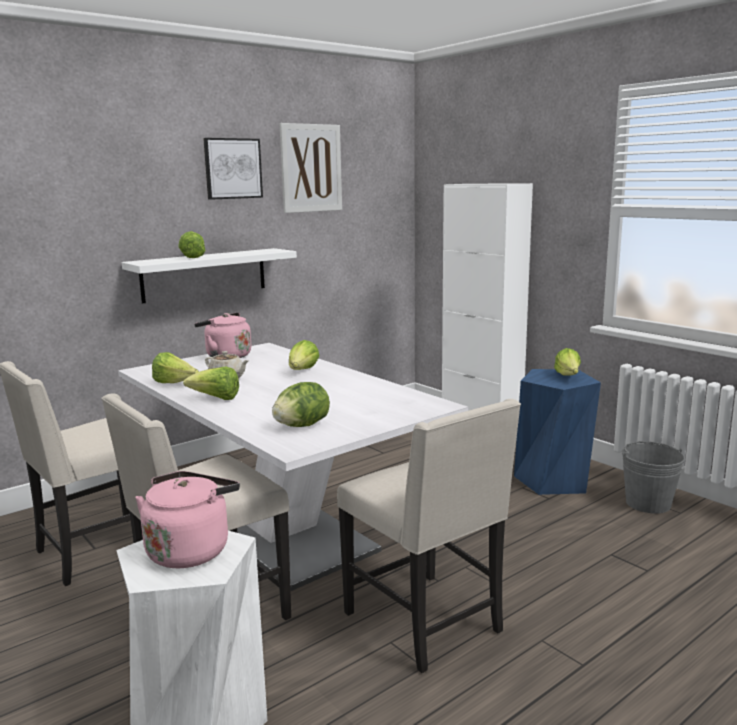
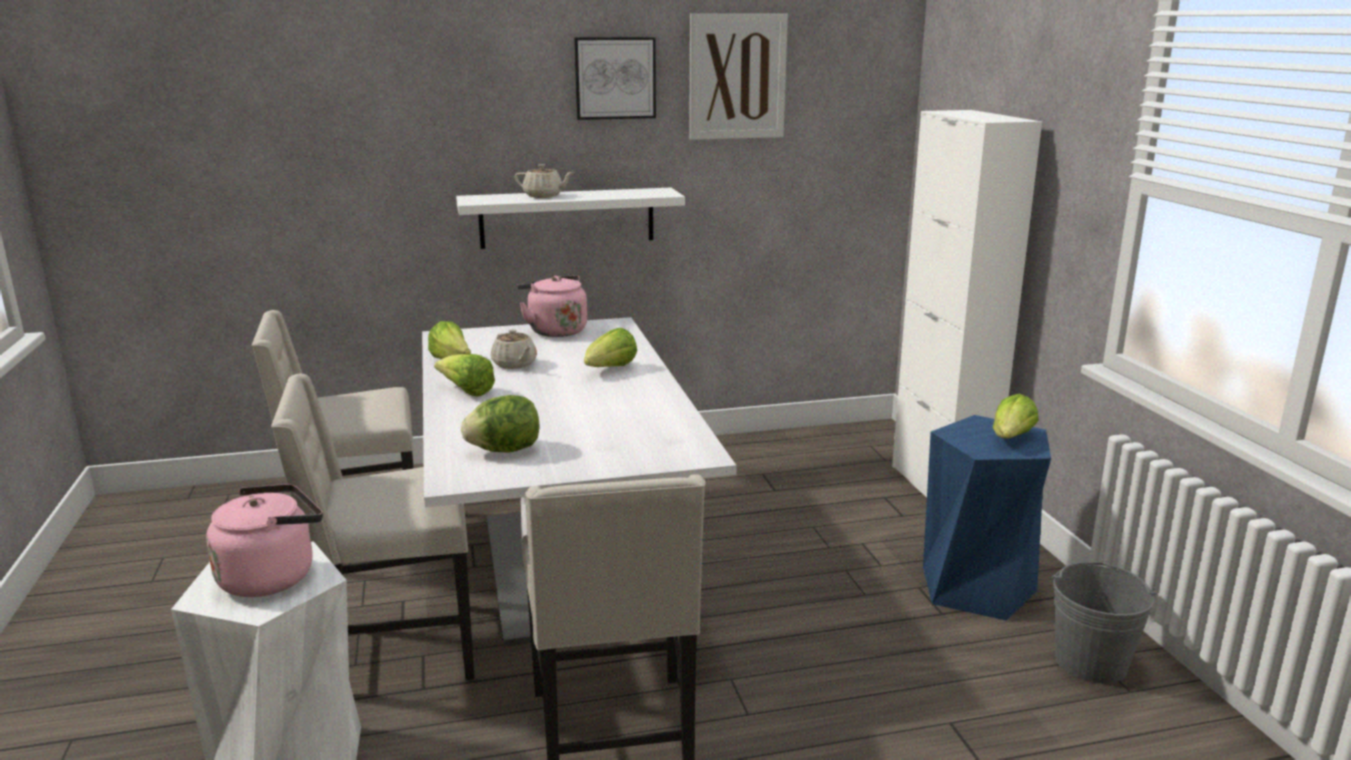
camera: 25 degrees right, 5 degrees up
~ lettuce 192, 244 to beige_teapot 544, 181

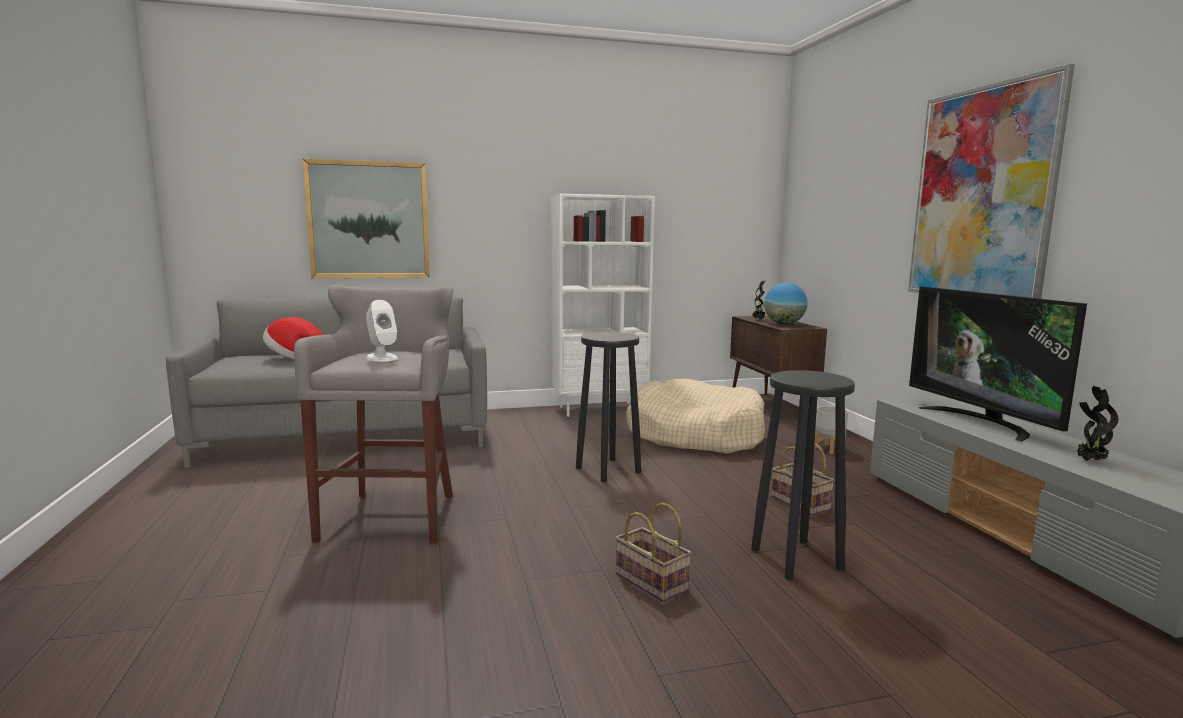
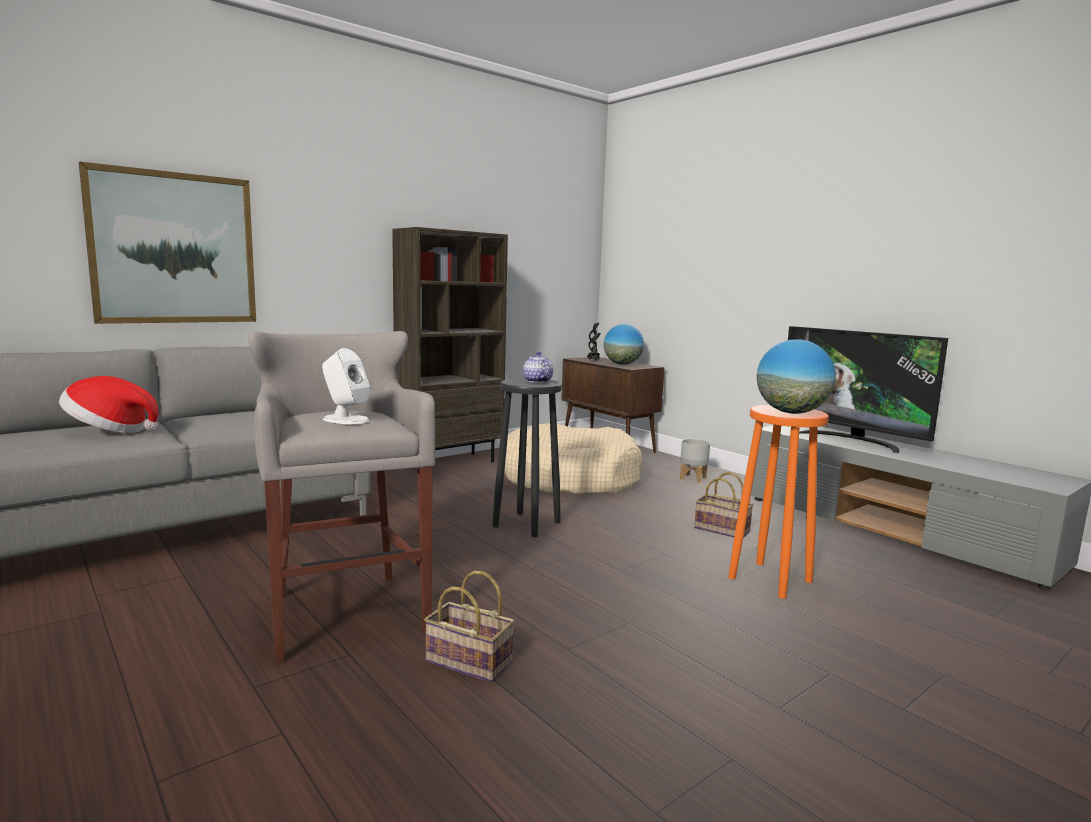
camera: 25 degrees left, 0 degrees up
~ white_bookcase 603, 305 to brown_bookcase 450, 344
~ basket 653, 552 to 469, 627
~ black_stool 803, 475 to orange_stool 778, 502
- picture 991, 181
- potted_plant 1097, 424
+ teapot 538, 367
+ globe 796, 376

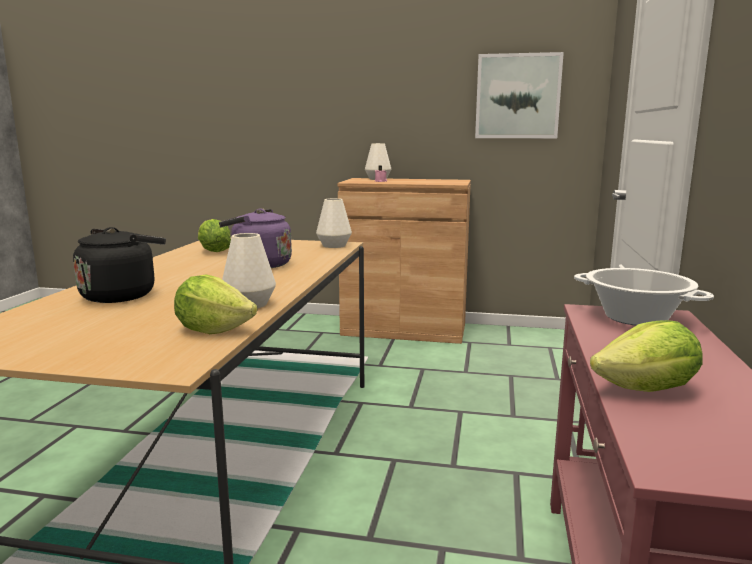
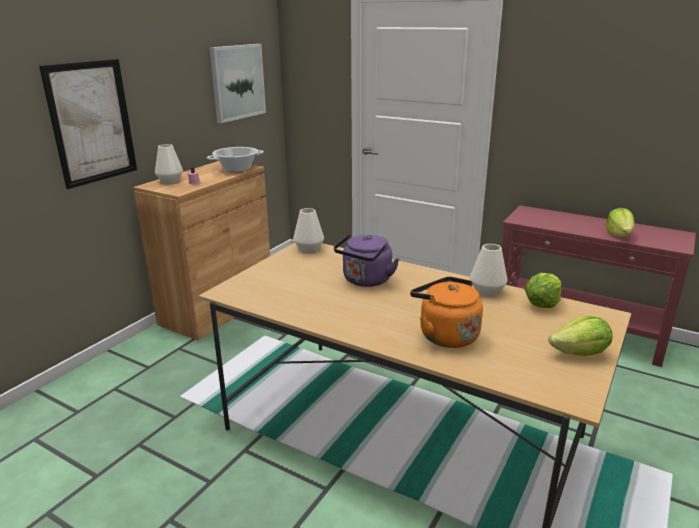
camera: 70 degrees left, 10 degrees up
~ black_kettle 119, 265 to orange_kettle 446, 312
~ lettuce 214, 235 to 580, 336
~ cooking_pot 644, 297 to 235, 159
+ picture 88, 124

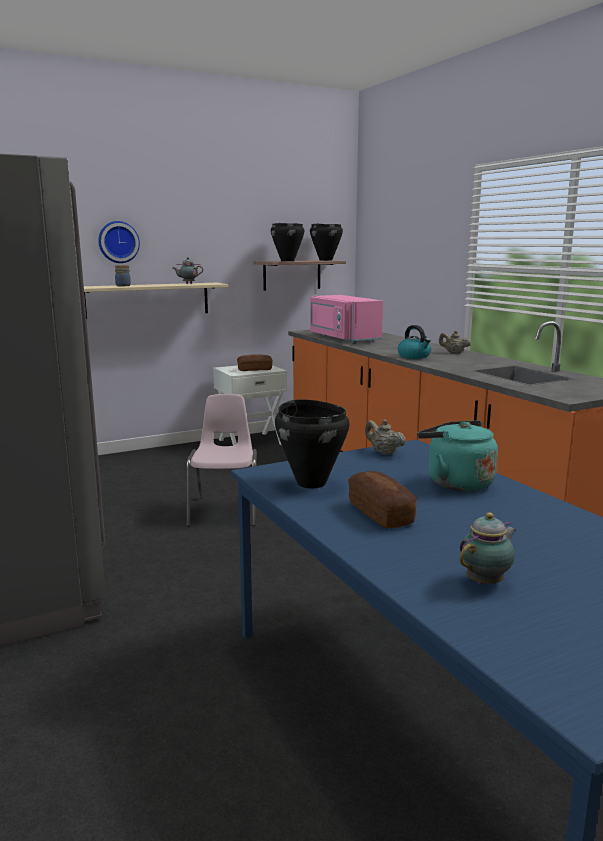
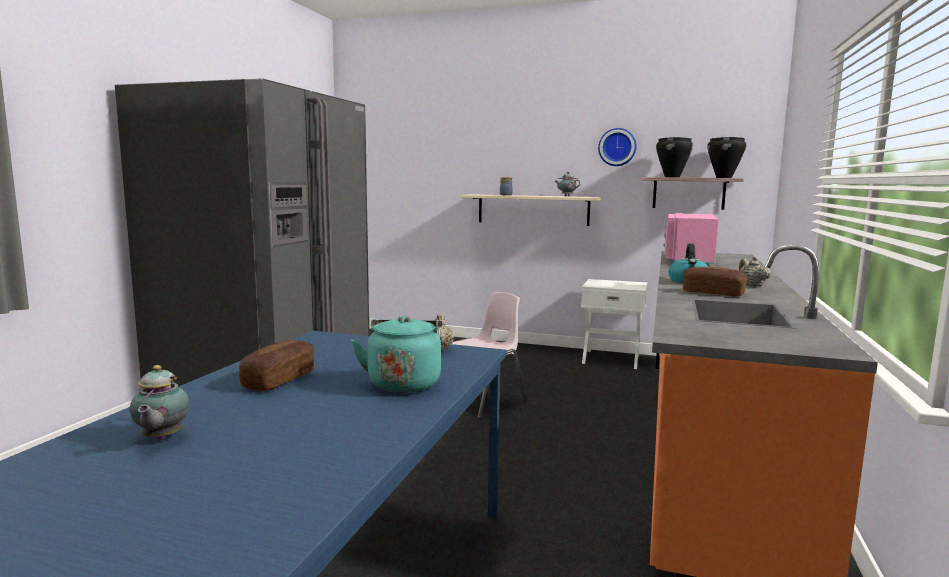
camera: 45 degrees right, 5 degrees down
~ wall_clock 119, 242 to 617, 147
~ bread 255, 362 to 715, 281
- black_cooking_pot 312, 444
~ teapot 488, 548 = 160, 402 75 degrees clockwise

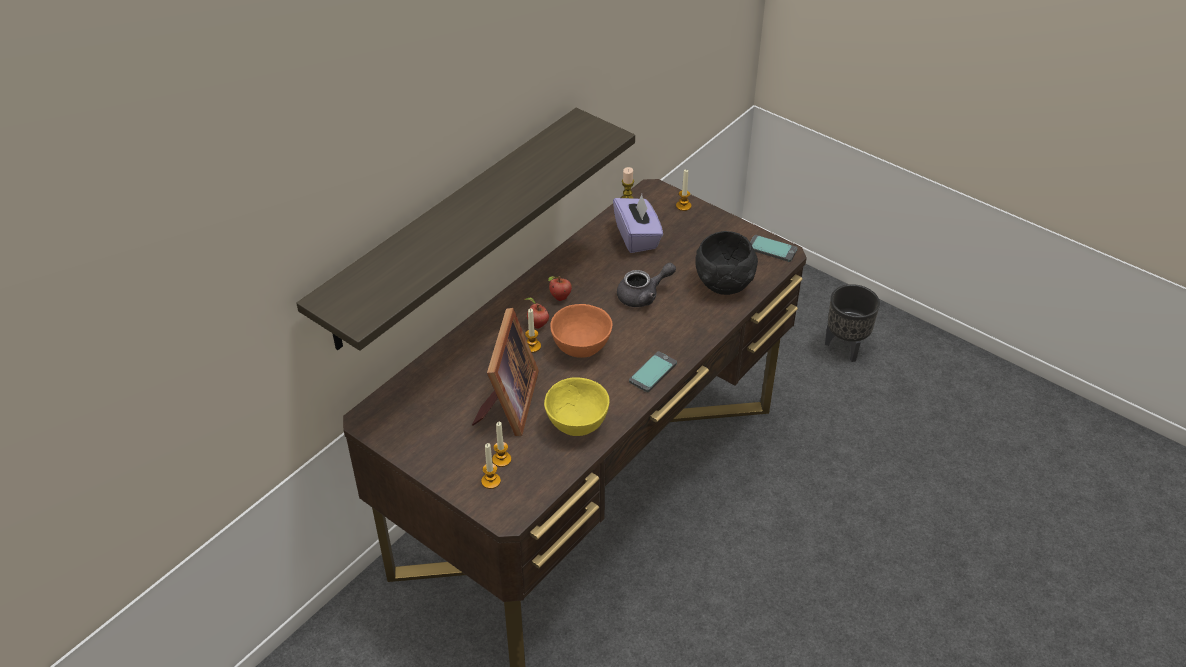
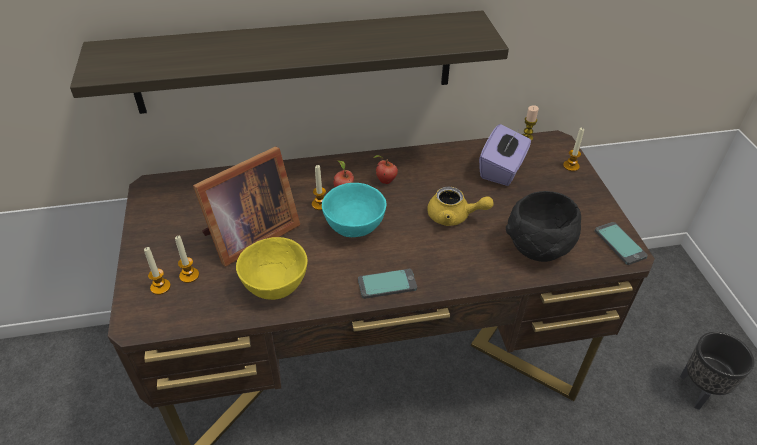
camera: 40 degrees right, 0 degrees up
~ orange_bowl 581, 331 to turquoise_bowl 354, 210
~ grey_teapot 646, 285 to yellow_teapot 460, 206

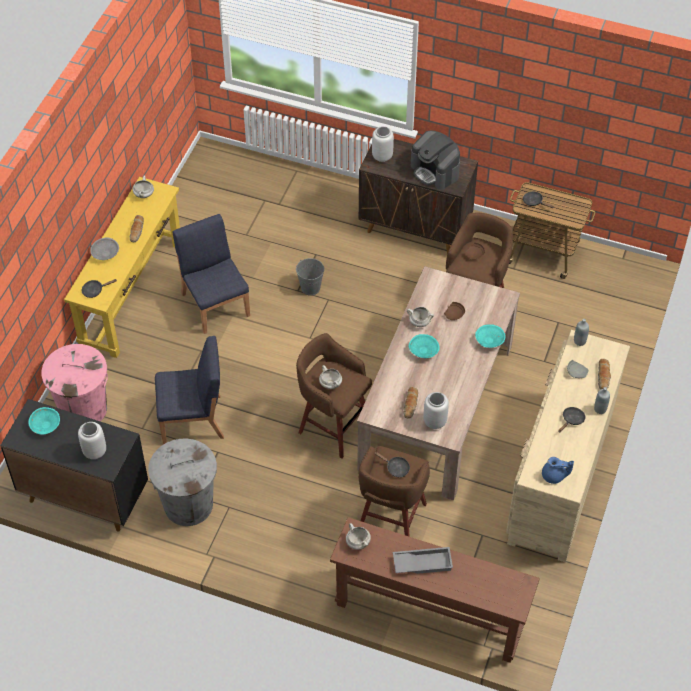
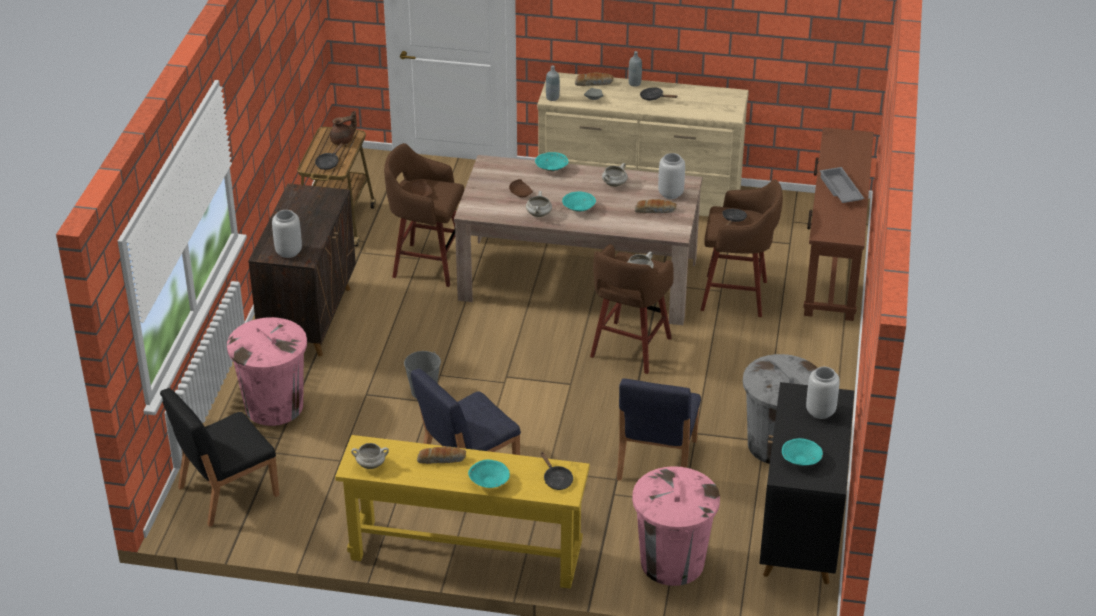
camera: 100 degrees left, 15 degrees down
~ grey_bowl 104, 249 to turquoise_bowl 489, 474
~ blue_chair 189, 390 = 659, 429 150 degrees counterclockwise
~ white_cooking_pot 358, 536 to 615, 175
- coffee_machine 435, 160
- blue_teapot 558, 470
+ black_chair 219, 457
+ pink_trash_can 267, 371
+ brown_teapot 343, 128

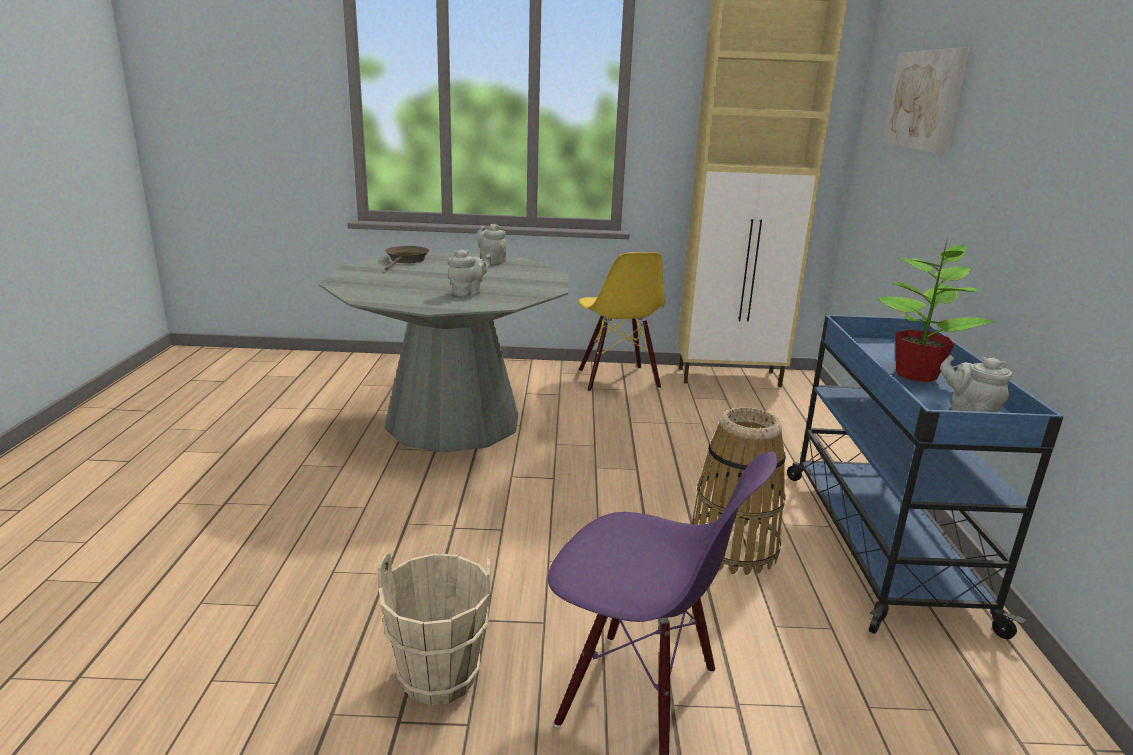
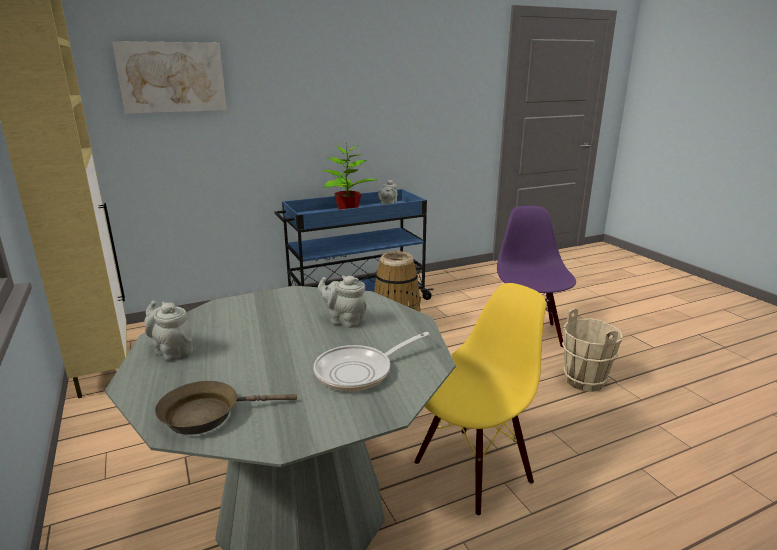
camera: 115 degrees left, 0 degrees up
~ grey_teapot 491, 244 = 169, 330 105 degrees clockwise
~ yellow_chair 621, 322 to 480, 400
+ frying_pan 372, 361

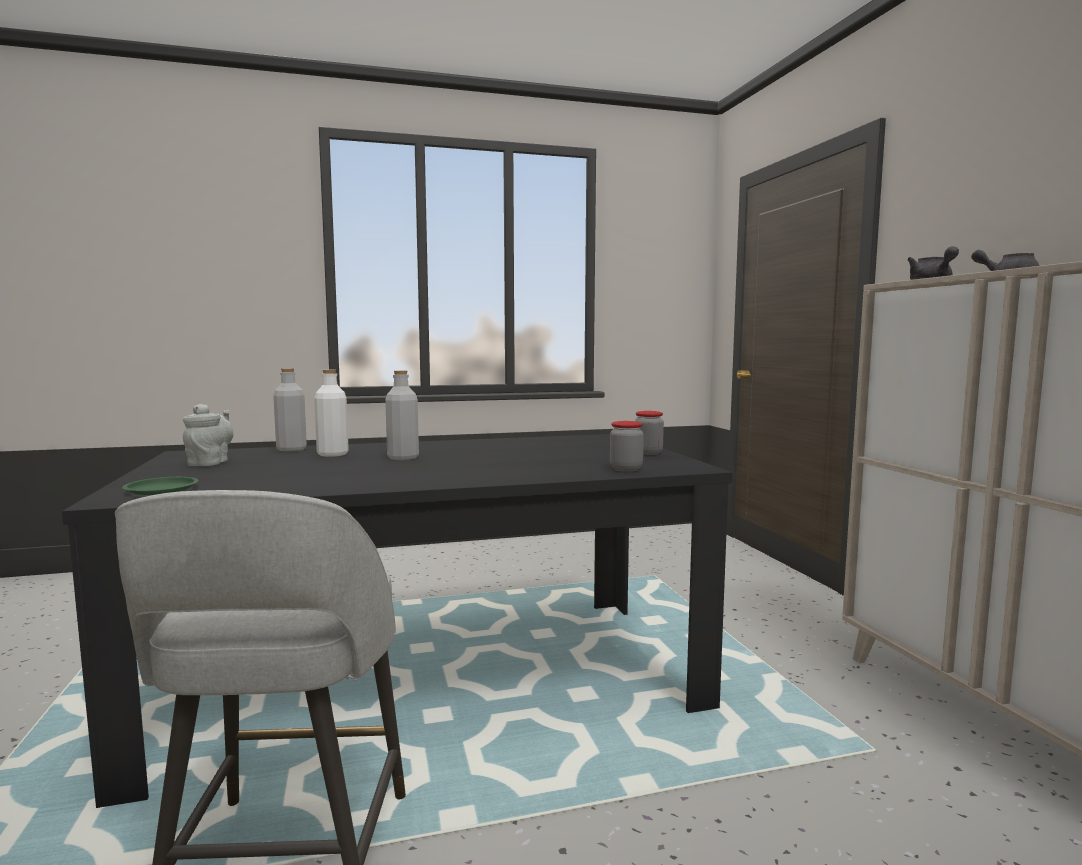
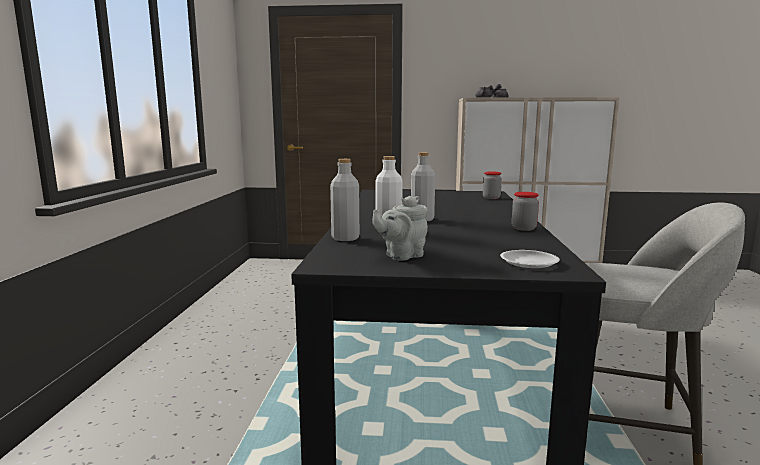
camera: 70 degrees left, 5 degrees up
~ green_plate 160, 486 to white_plate 530, 259
~ grey_teapot 208, 435 = 400, 228 60 degrees counterclockwise
~ jar 649, 433 to 525, 211

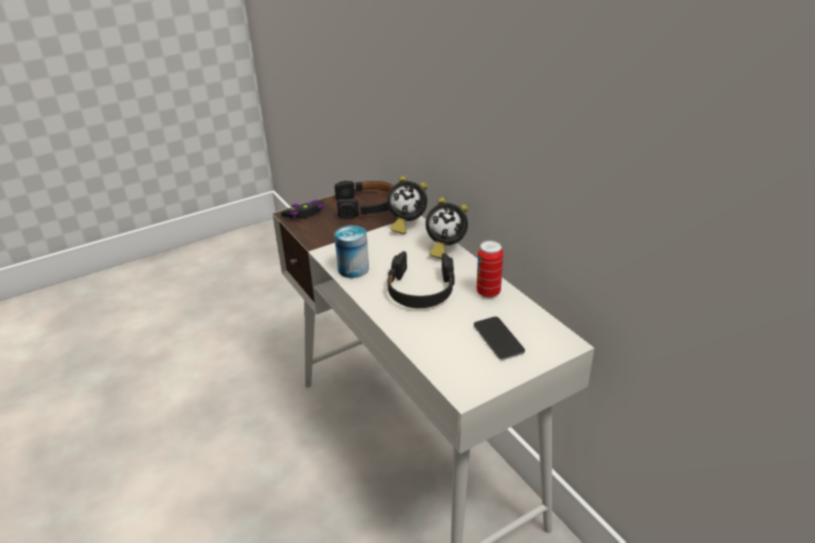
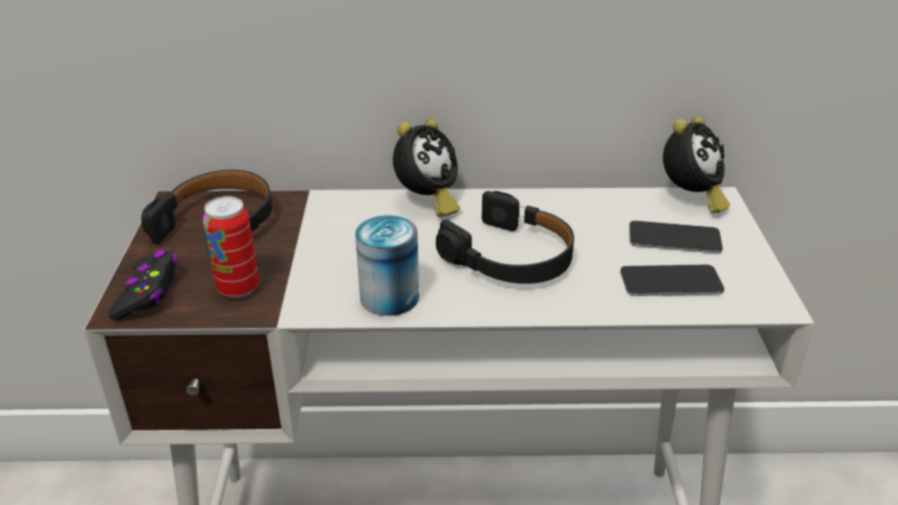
camera: 60 degrees left, 0 degrees up
~ alarm_clock 407, 205 to 696, 165
~ can 490, 269 to 231, 247
+ phone 672, 280

